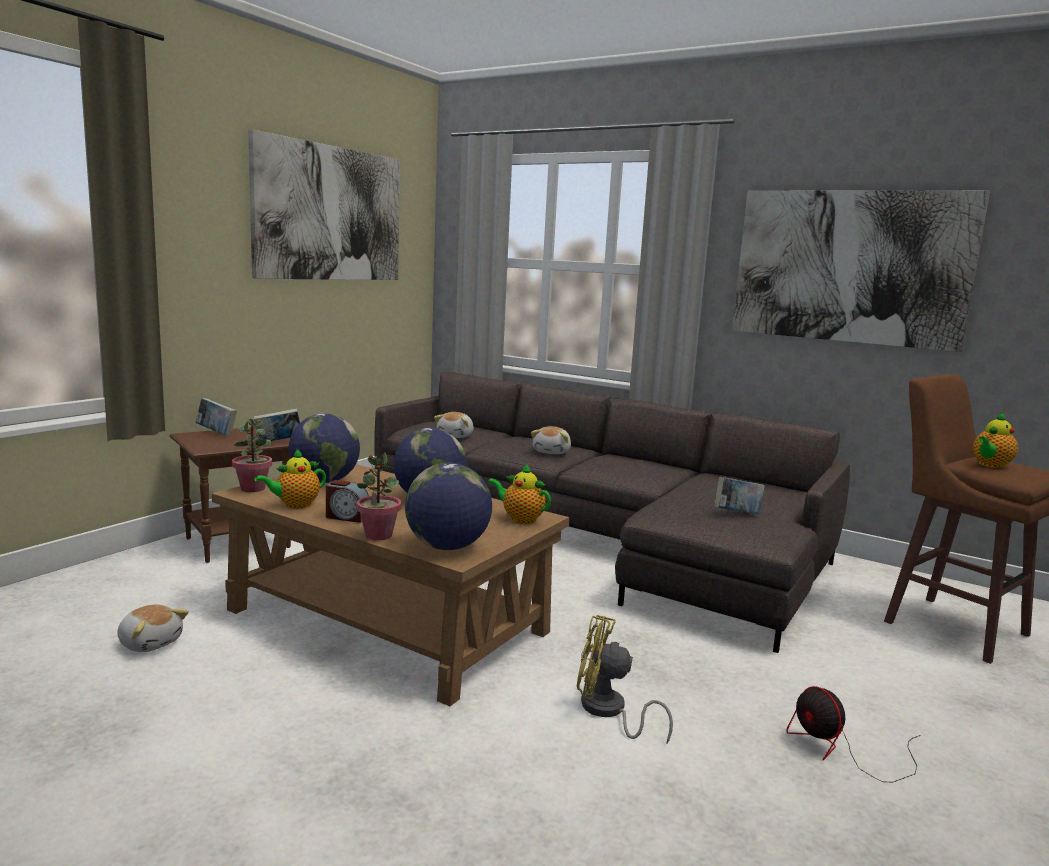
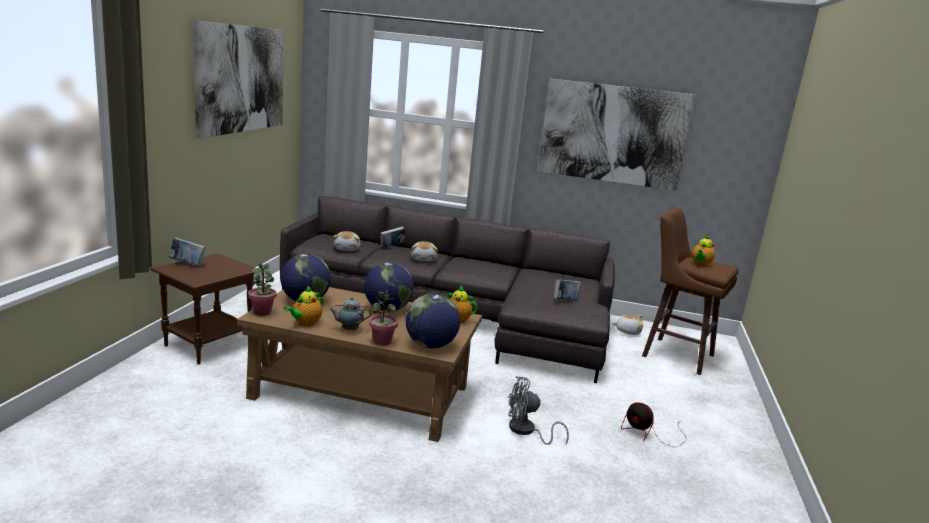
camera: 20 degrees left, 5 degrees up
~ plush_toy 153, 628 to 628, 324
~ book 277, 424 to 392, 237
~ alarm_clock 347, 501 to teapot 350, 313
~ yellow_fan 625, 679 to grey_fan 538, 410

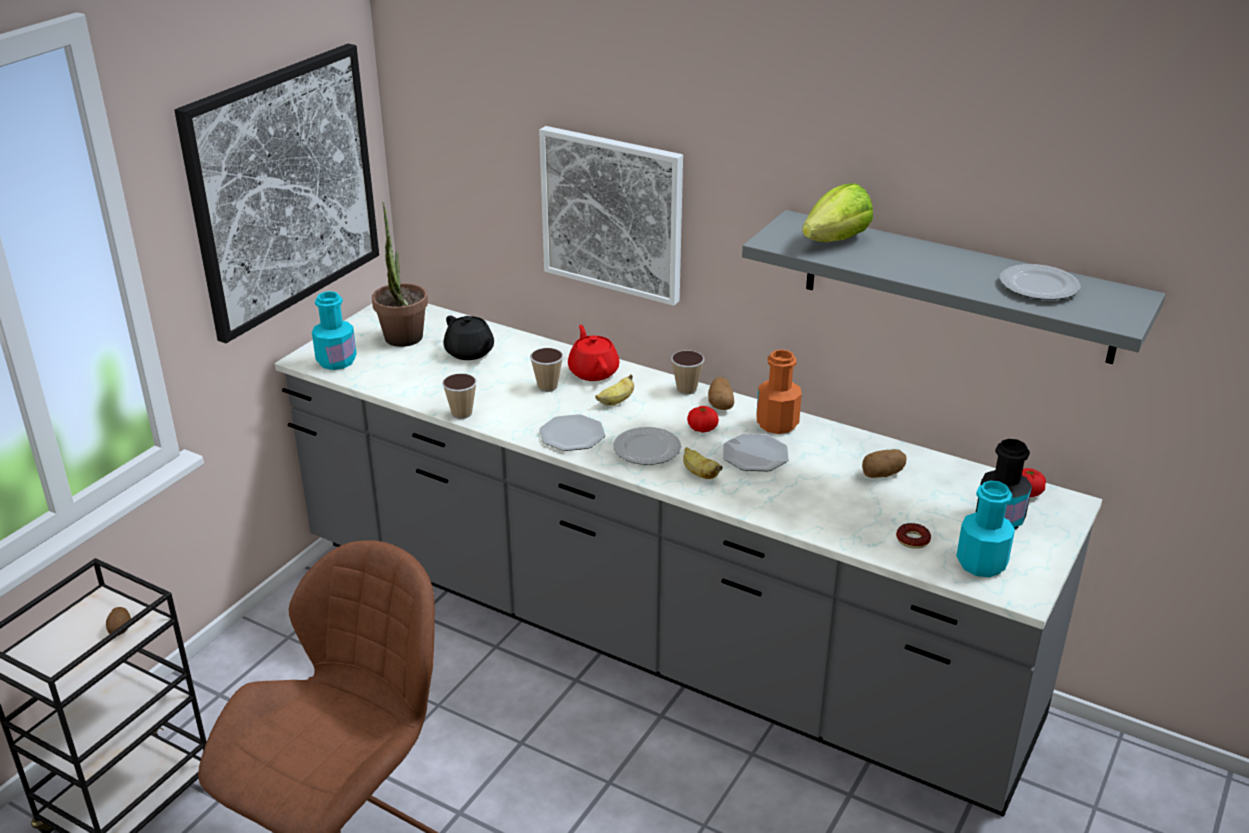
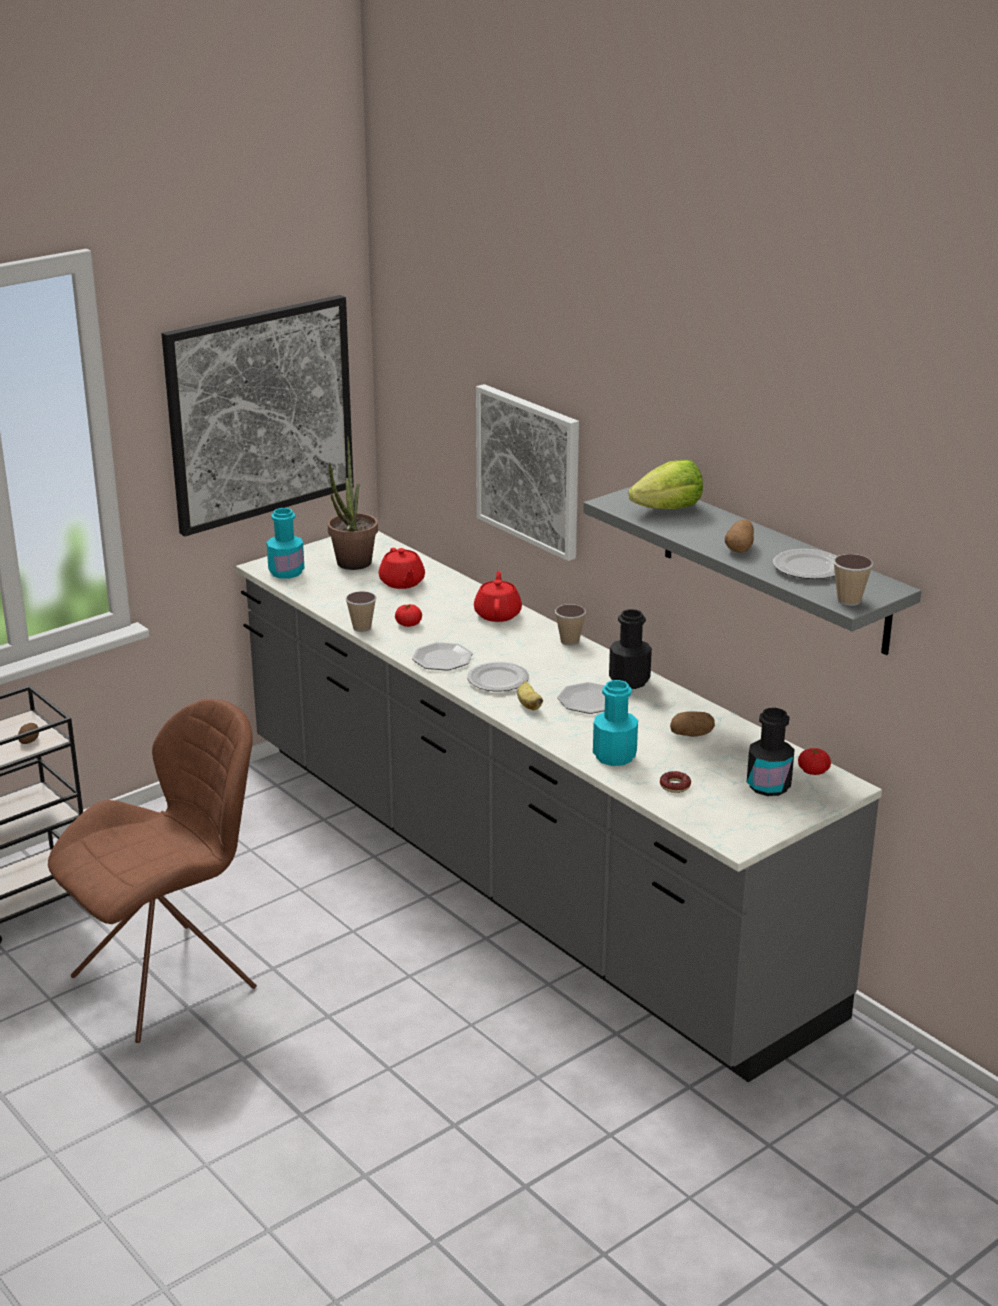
camera: 20 degrees right, 5 degrees down
~ black_teapot 468, 338 to red_teapot 402, 568
~ cup 546, 370 to 853, 580
- banana 614, 390
~ tomato 703, 419 to 408, 615
~ potato 721, 393 to 739, 536
~ orange_bottle 779, 391 to black_bottle 630, 649
~ turquoise_bottle 985, 529 to 615, 723

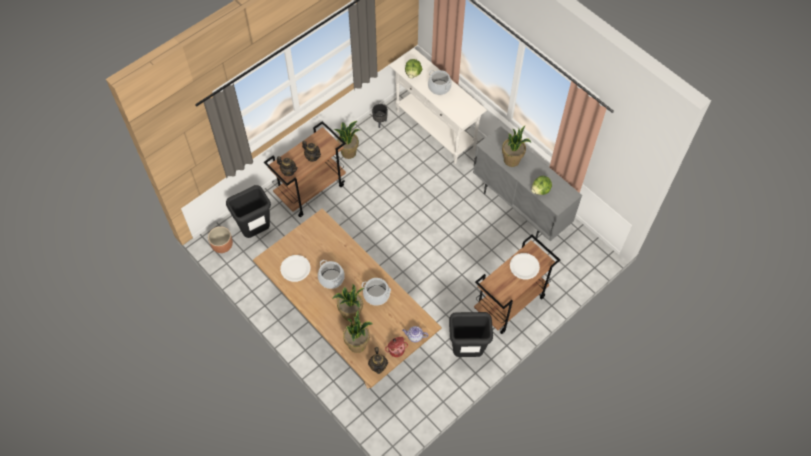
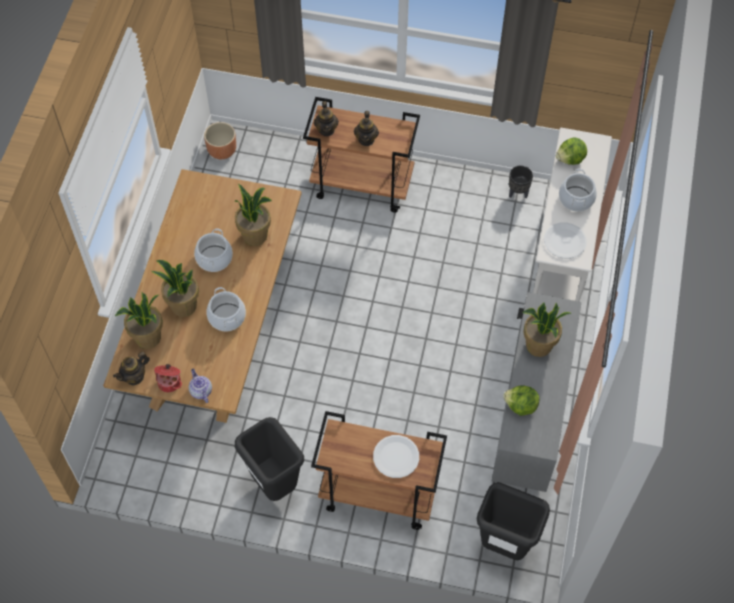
camera: 55 degrees right, 0 degrees up
~ black_trash_can 248, 211 to 513, 521
~ white_plate 295, 268 to 565, 241
~ potted_plant 347, 140 to 253, 214

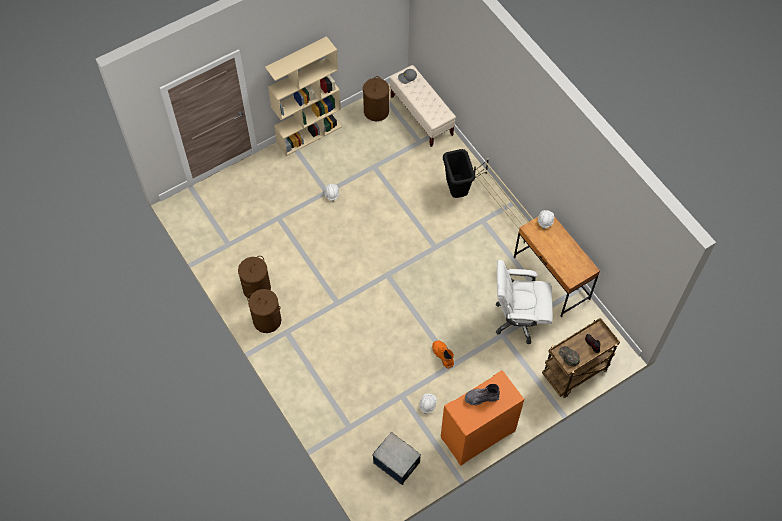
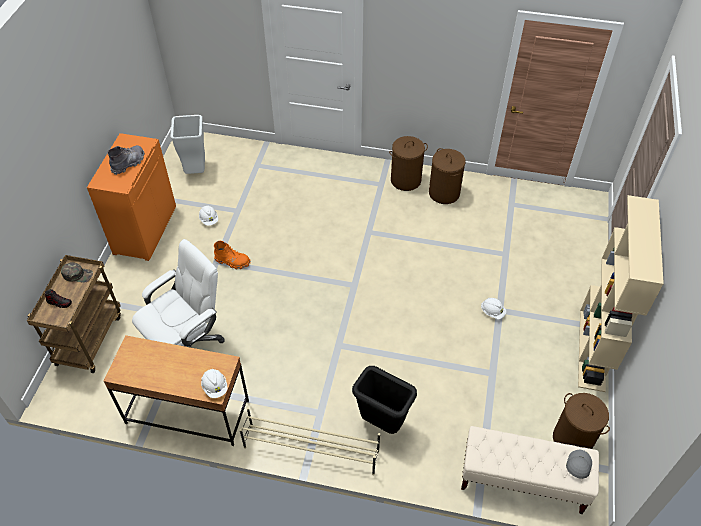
camera: 135 degrees right, 10 degrees down
~ storage_box 396, 458 to grey_trash_can 187, 144

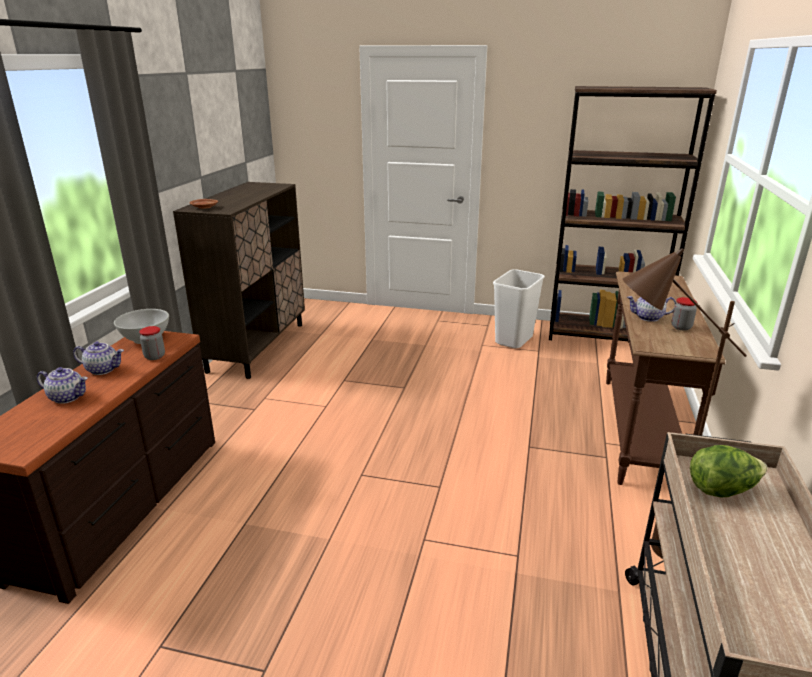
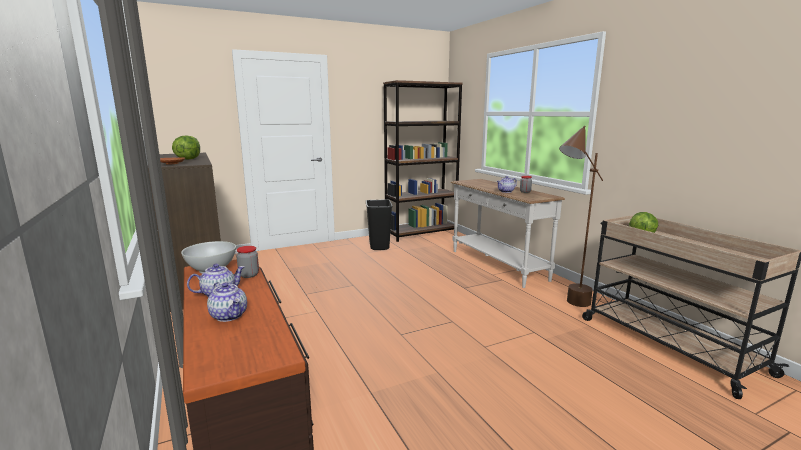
camera: 40 degrees left, 10 degrees down
~ teapot 62, 385 = 227, 302 75 degrees clockwise
~ white_trash_can 519, 308 to black_trash_can 379, 225
~ brown_console_table 665, 378 to white_console_table 507, 233
+ lettuce 186, 147

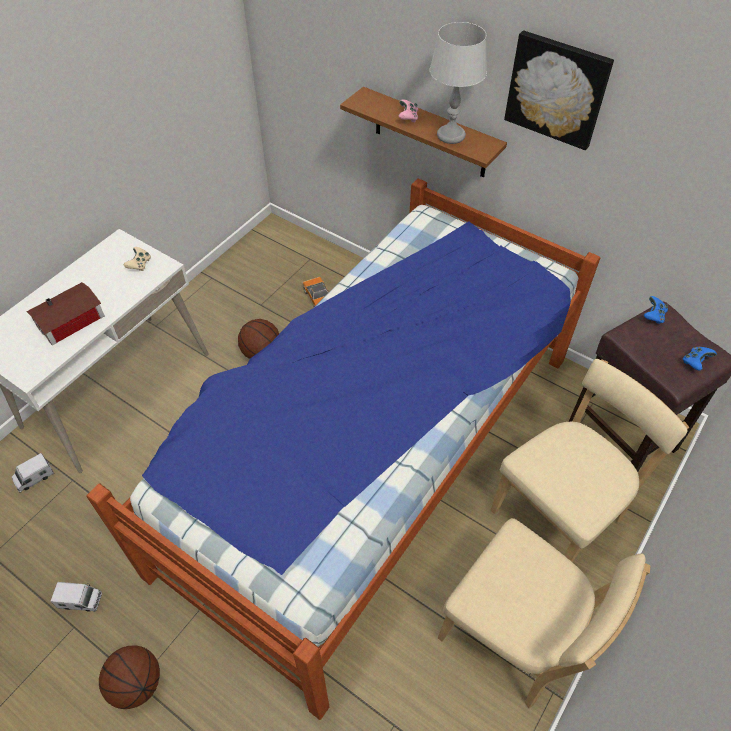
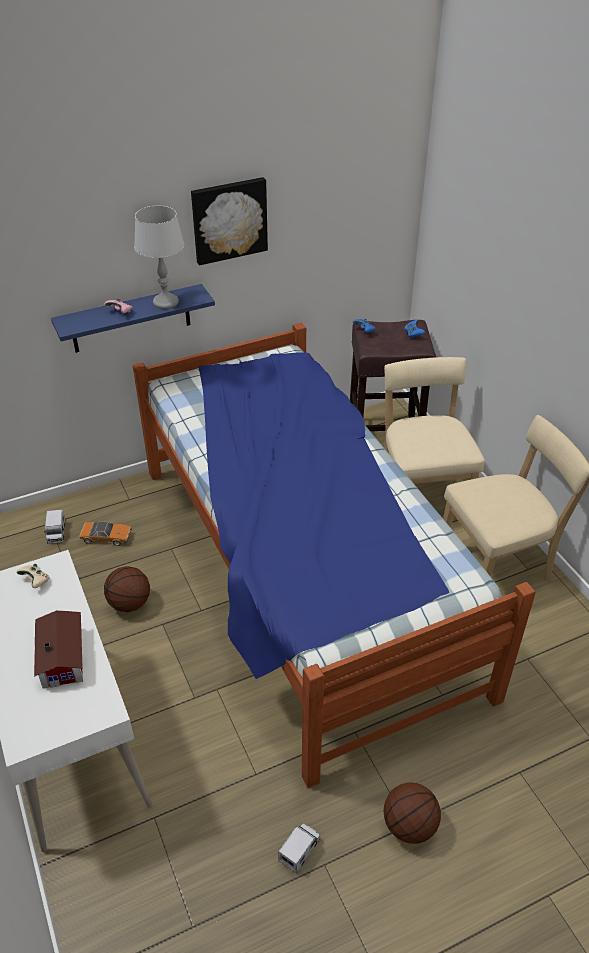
camera: 60 degrees left, 10 degrees down
~ toy_truck 33, 472 to 54, 527
~ brown_shelf 423, 132 to blue_shelf 133, 318

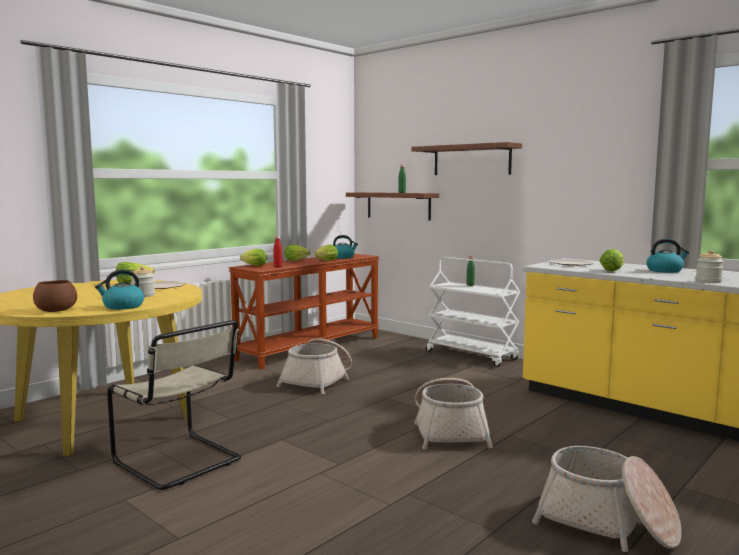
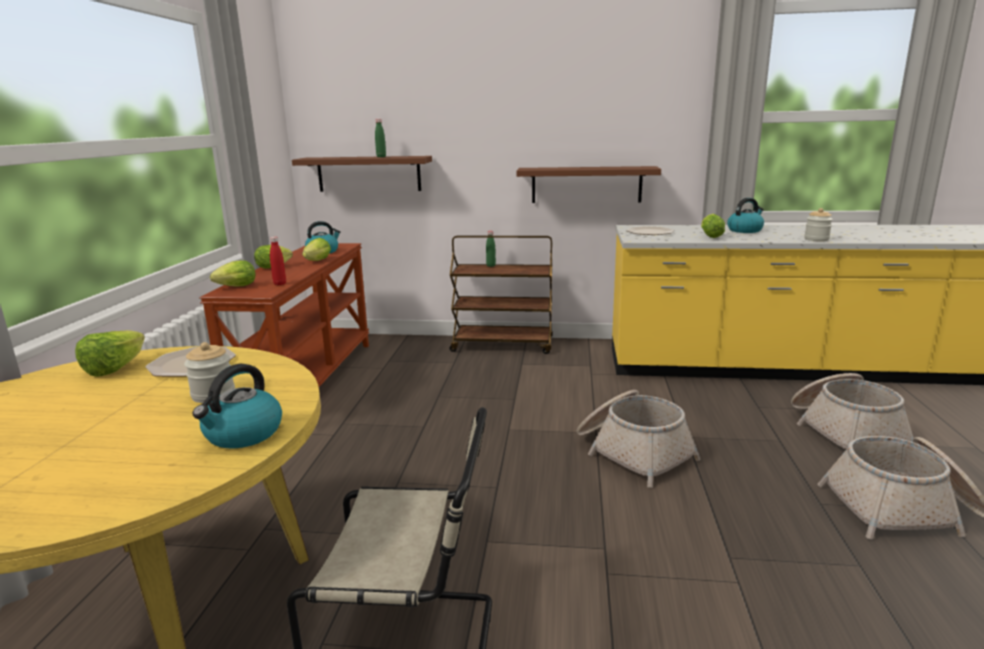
camera: 35 degrees left, 10 degrees up
- brown_bowl 55, 296
~ basket 314, 366 to 852, 411
~ brown_shelf 466, 158 to 588, 184
~ white_cart 473, 312 to brown_cart 501, 295

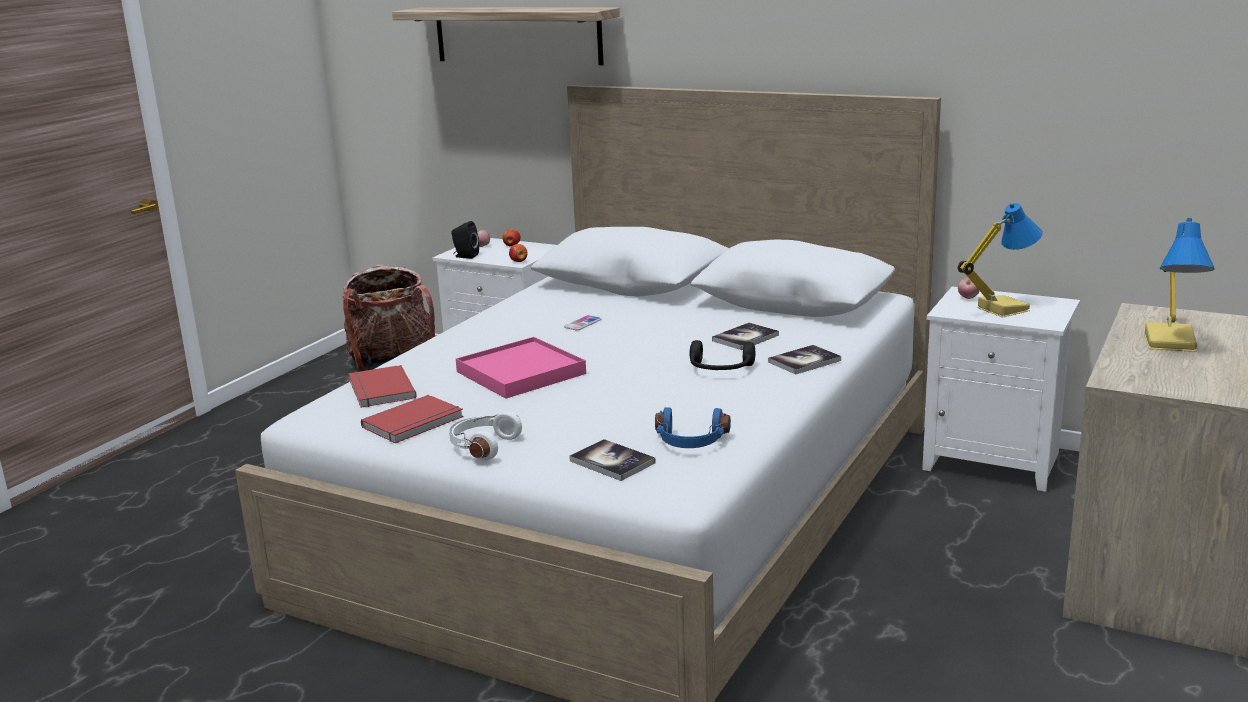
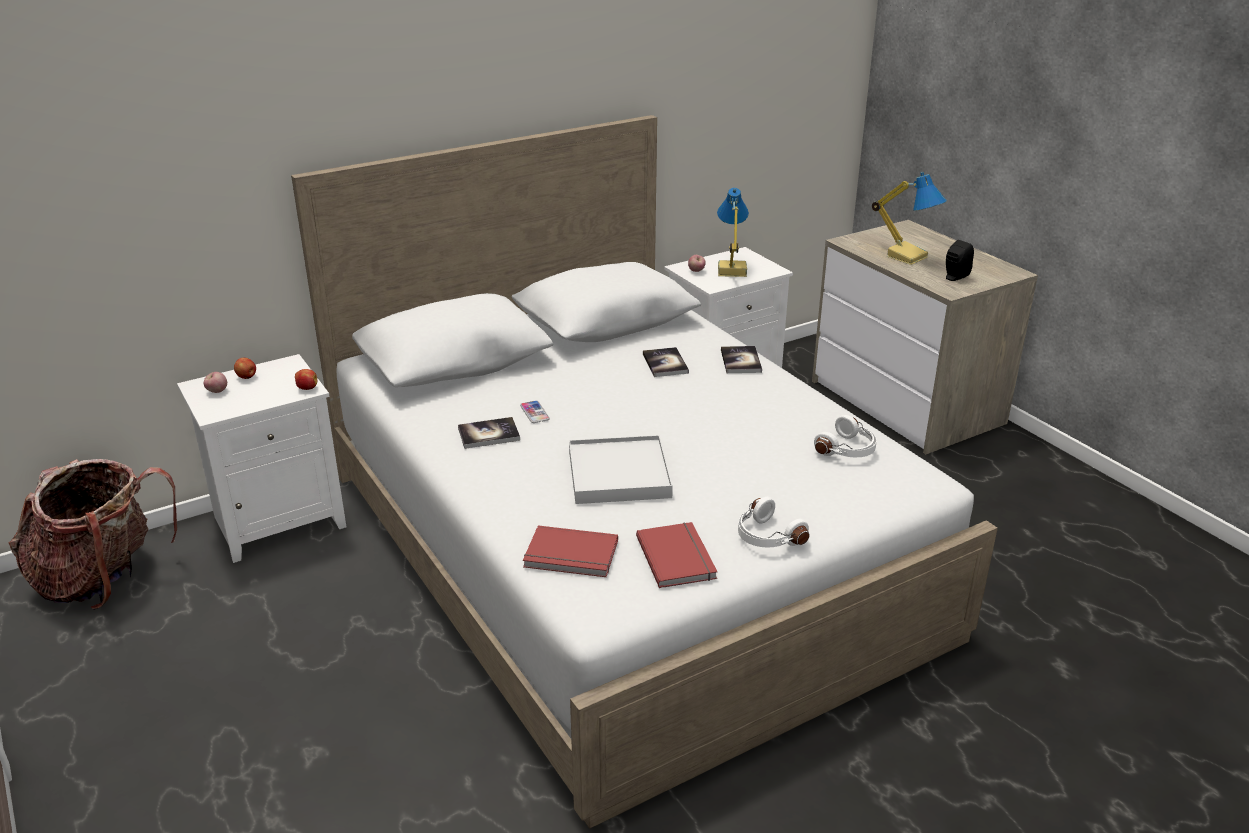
camera: 60 degrees left, 10 degrees up
- shelf 506, 36
~ black_speaker 465, 240 to 960, 260
~ pink_tray 521, 368 to white_tray 621, 469
~ book 612, 460 to 489, 433
~ blue_headphones 693, 427 to white_headphones 845, 436
- black_headphones 722, 355

